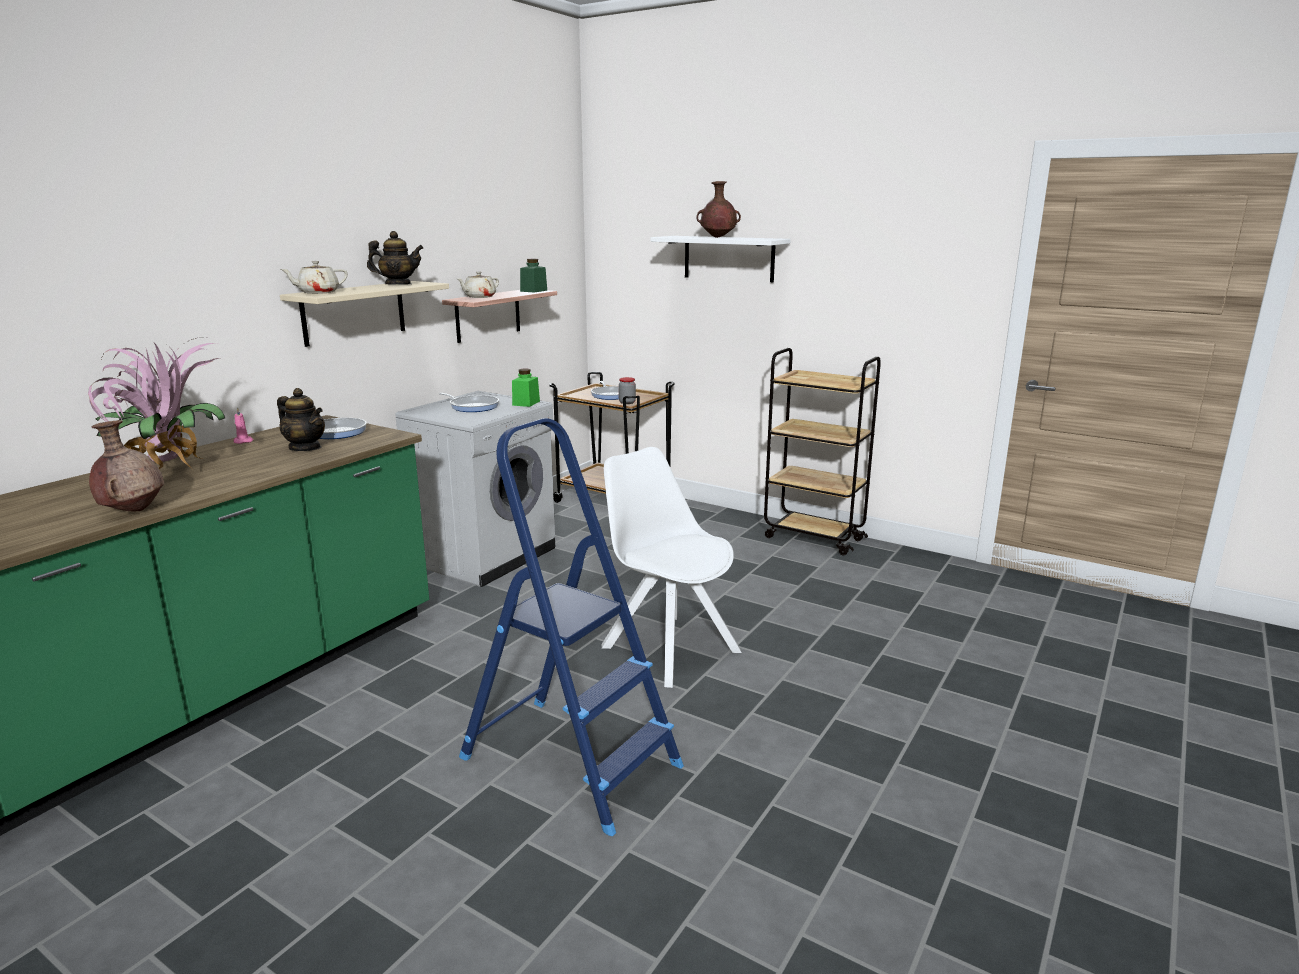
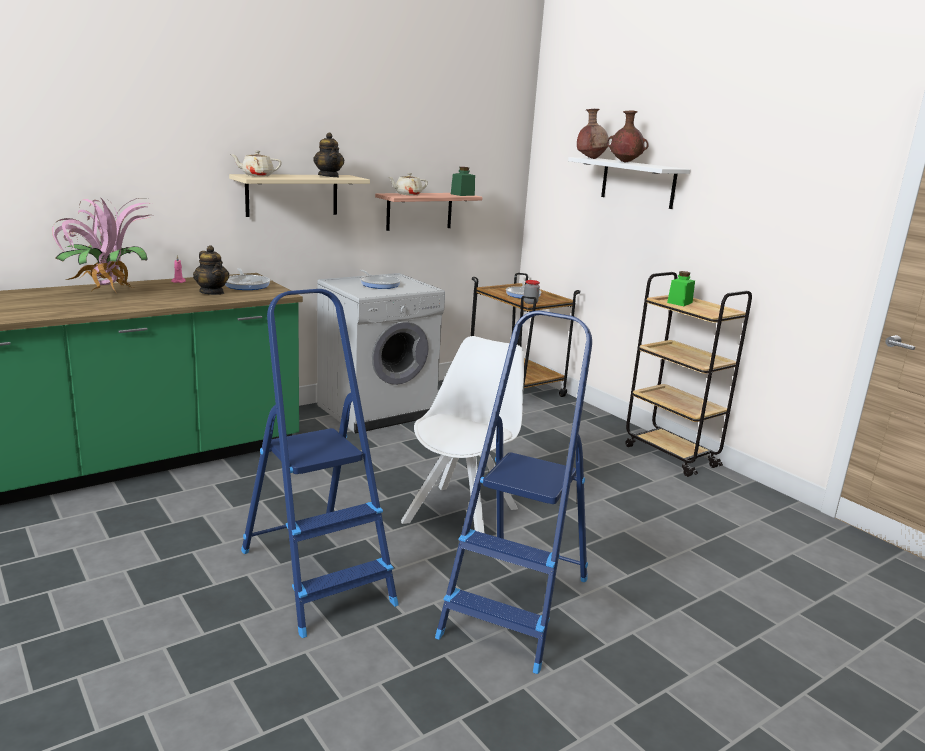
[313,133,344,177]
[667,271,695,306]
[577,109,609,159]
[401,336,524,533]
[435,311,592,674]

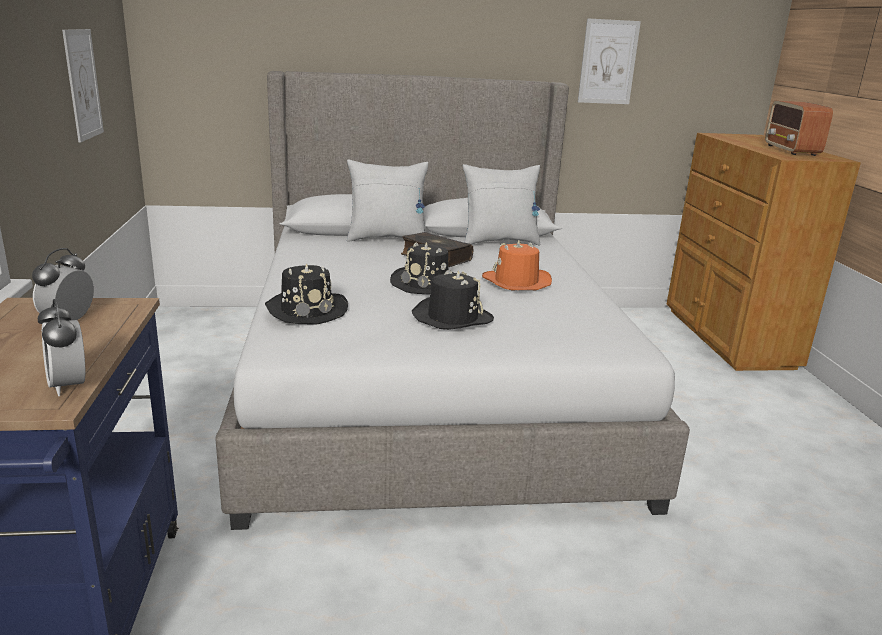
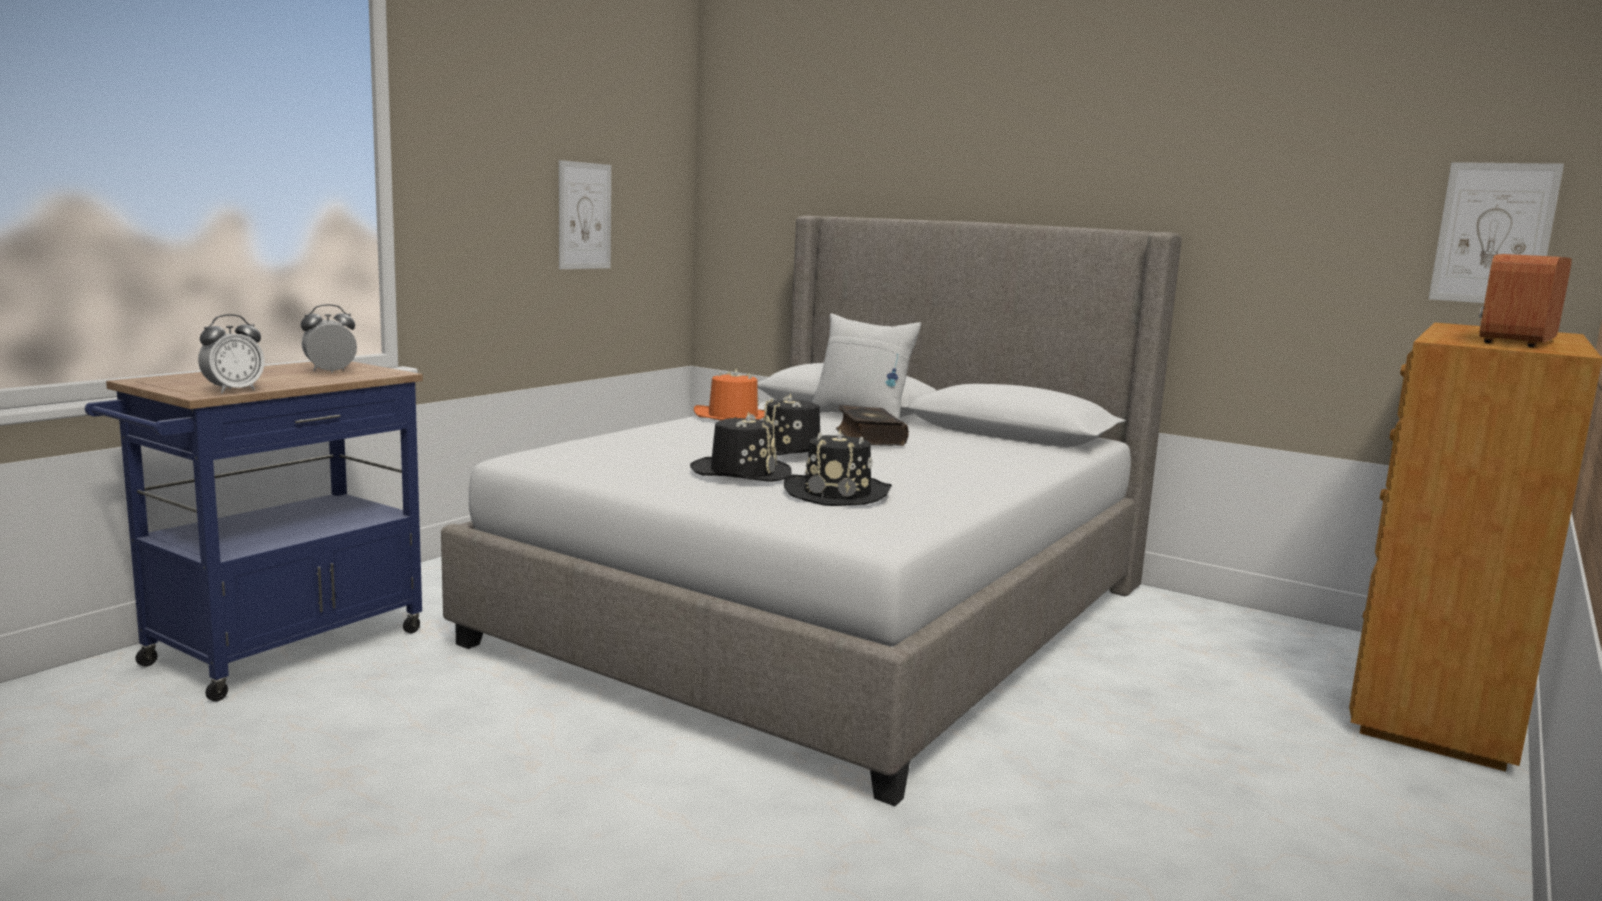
[1429,162,1564,303]
[463,164,540,245] (first image)
[694,369,766,420]
[784,430,892,506]
[198,314,265,393]

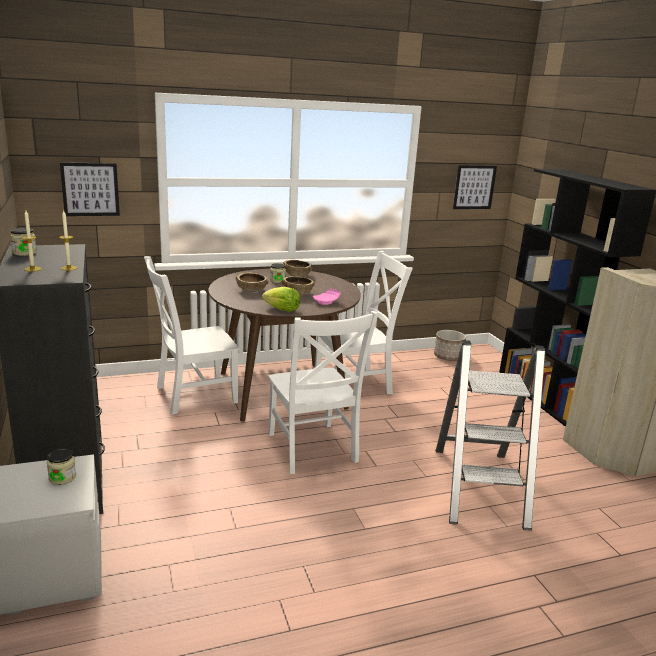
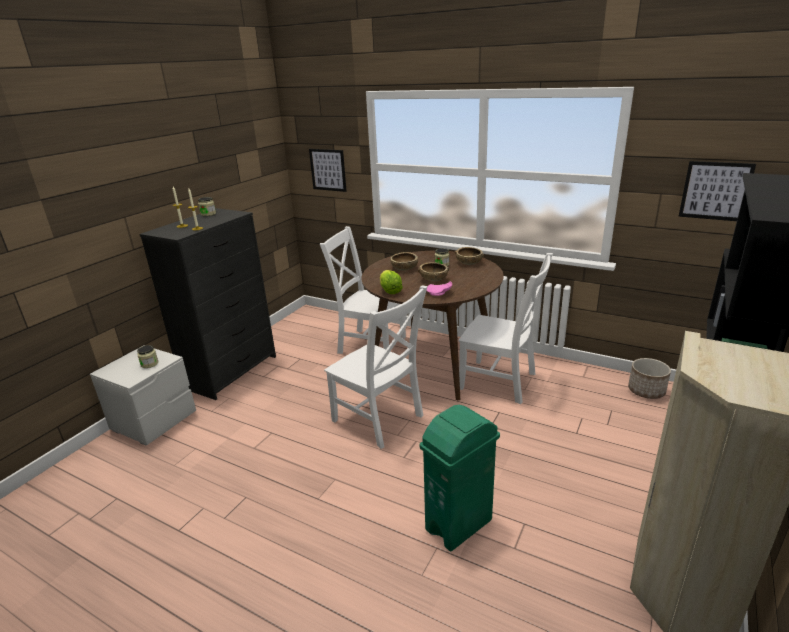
[324,286,428,449]
[420,405,500,551]

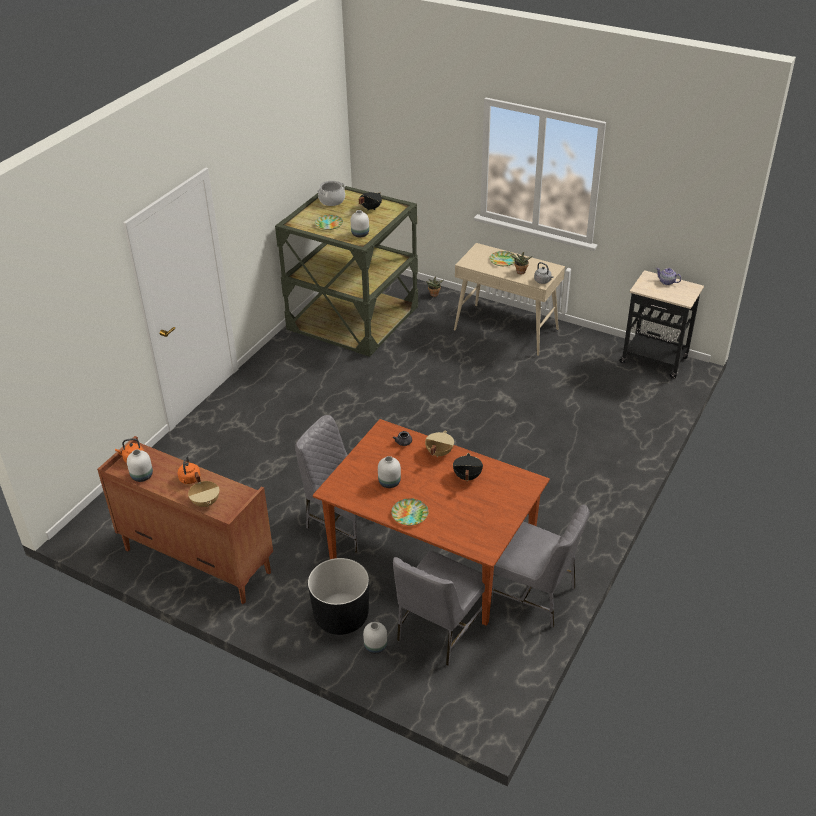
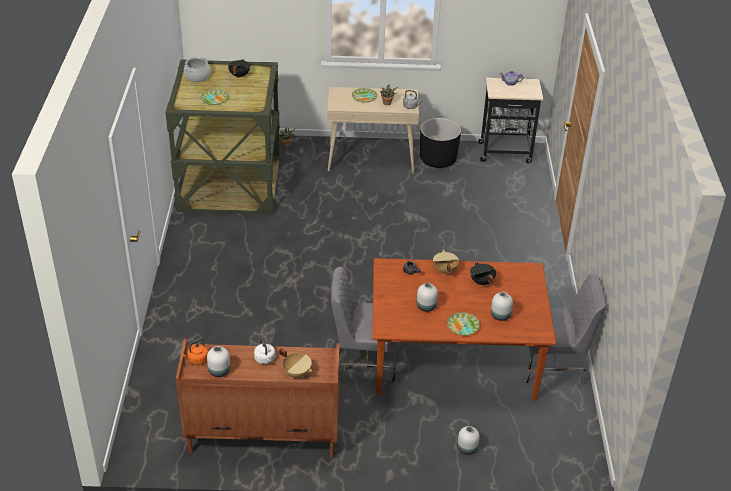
[491,292,513,321]
[254,338,275,364]
[393,551,485,666] (first image)
[420,118,461,168]

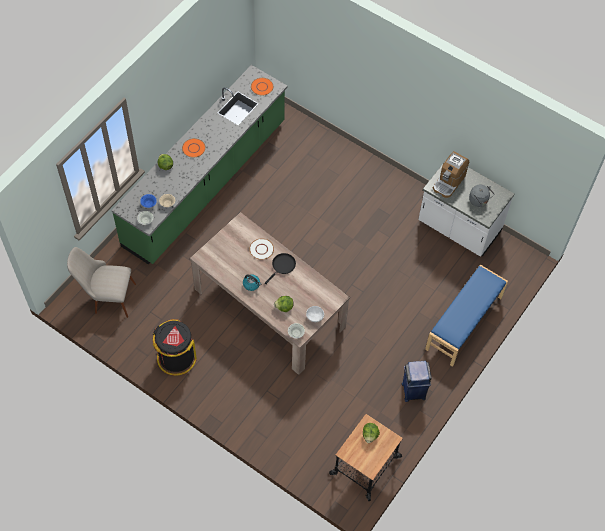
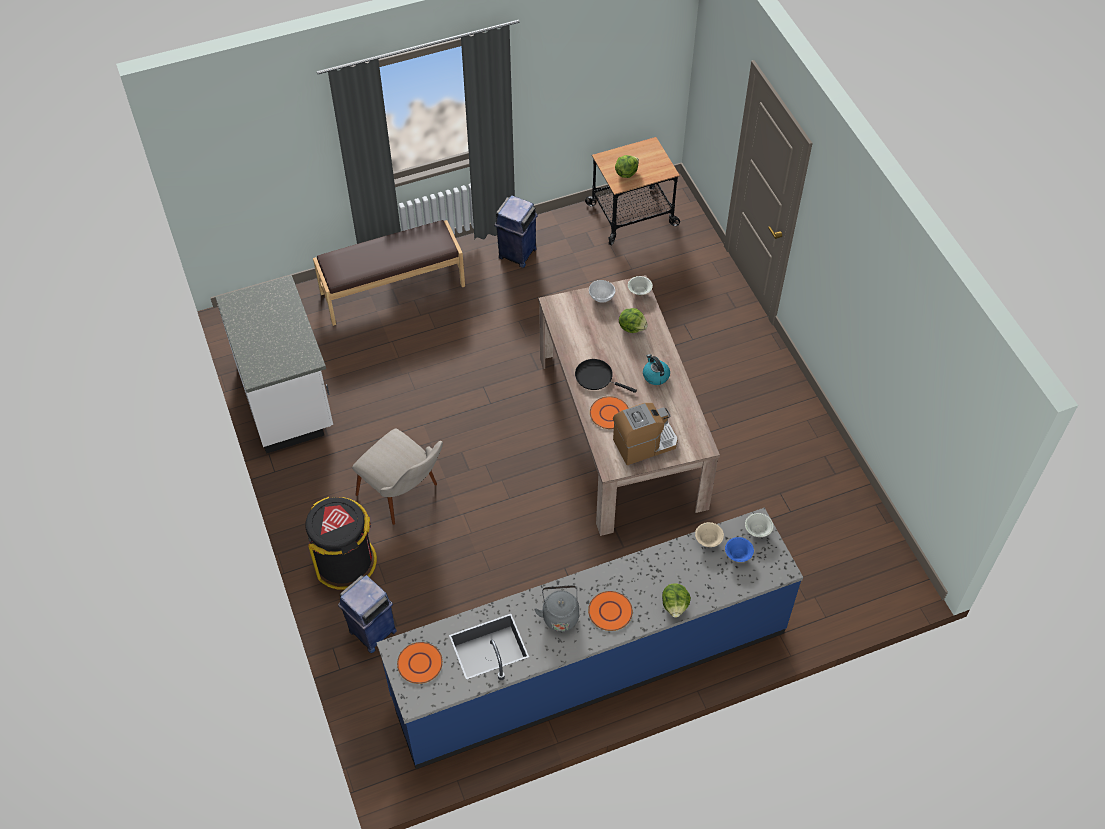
[376,507,803,769]
[613,403,678,465]
[534,585,579,632]
[590,396,629,429]
[352,429,443,525]
[575,359,637,393]
[313,220,465,326]
[306,497,377,590]
[338,575,397,653]

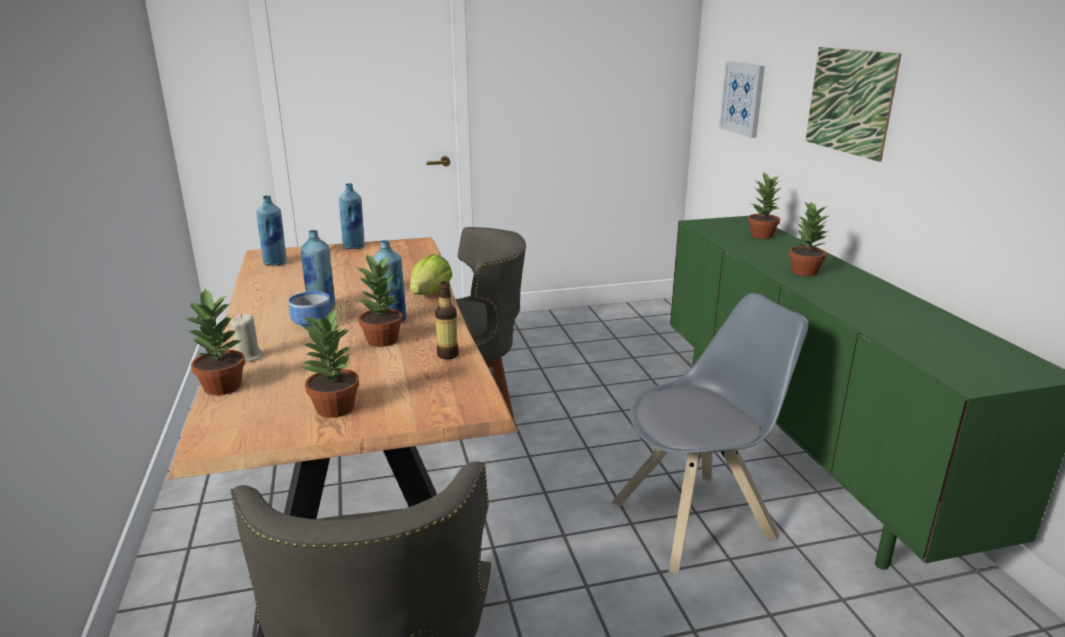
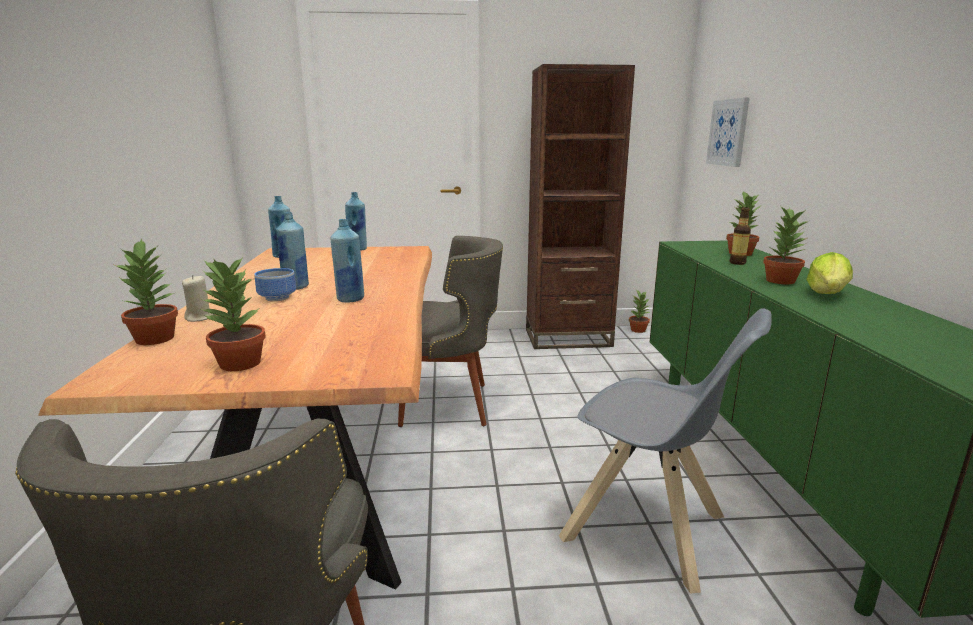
[805,47,901,162] (first image)
[629,289,650,333]
[806,252,853,294]
[730,207,751,265]
[559,308,772,594]
[526,64,635,349]

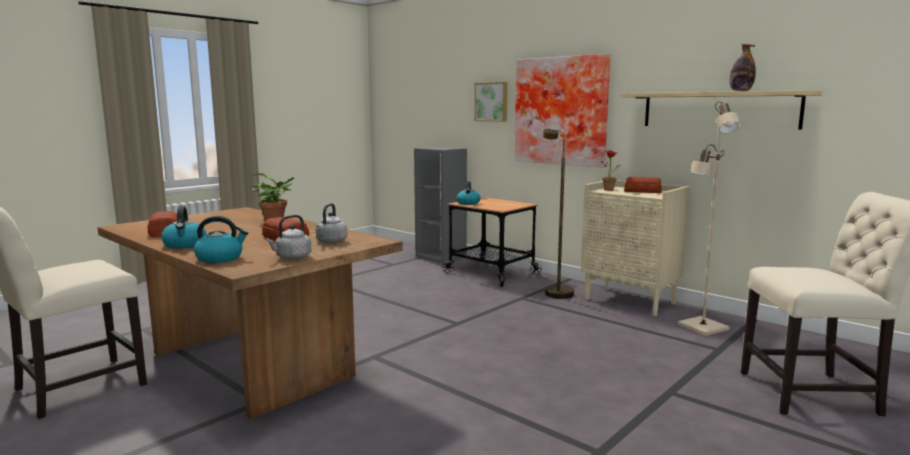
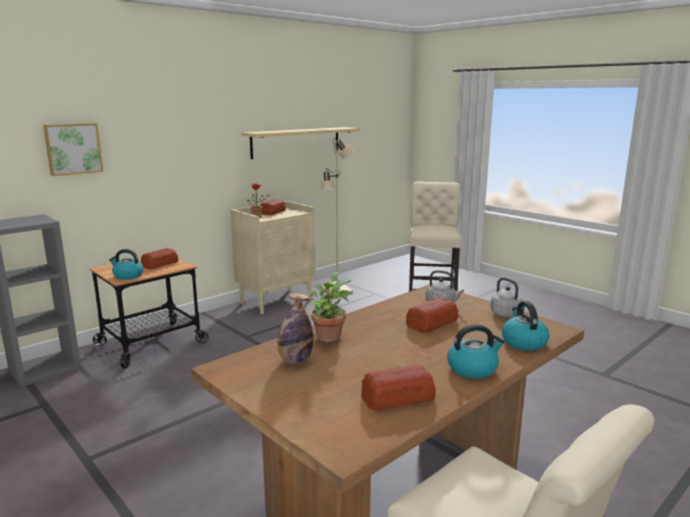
[278,293,313,364]
[514,53,610,167] (first image)
[543,129,574,299] (first image)
[140,248,178,269]

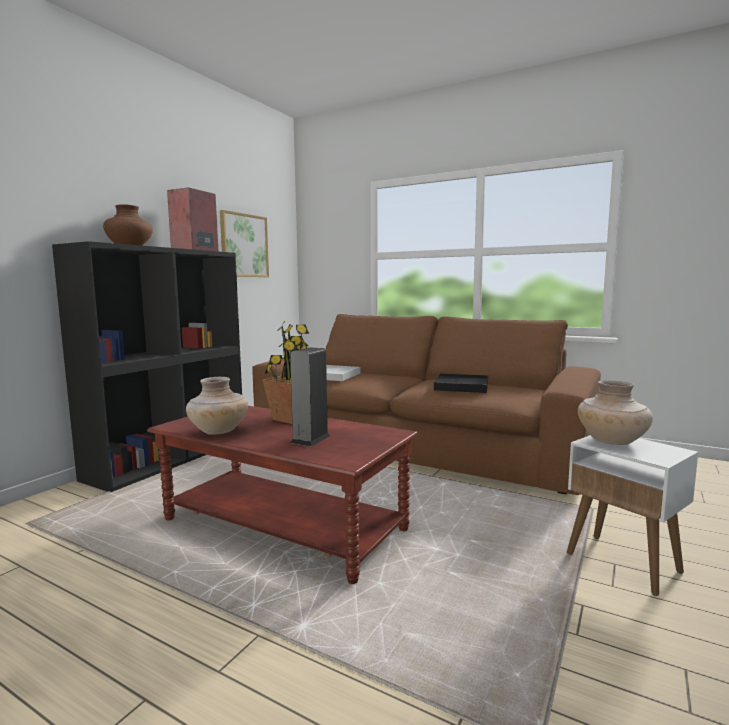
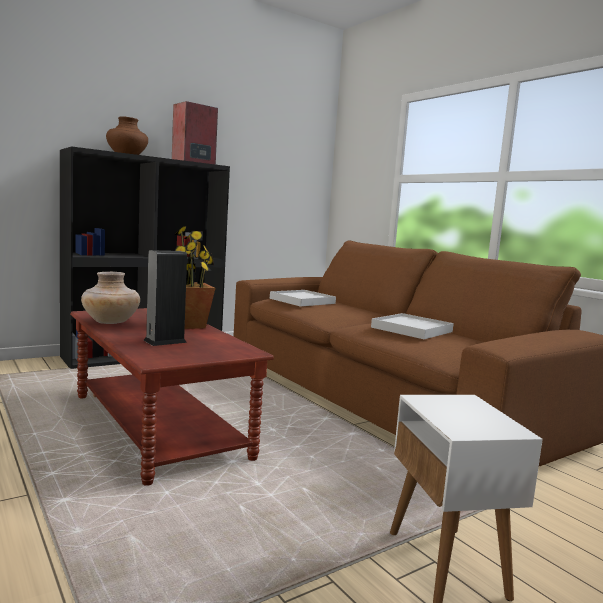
[220,210,269,277] (first image)
[371,313,454,339]
[578,380,653,445] (first image)

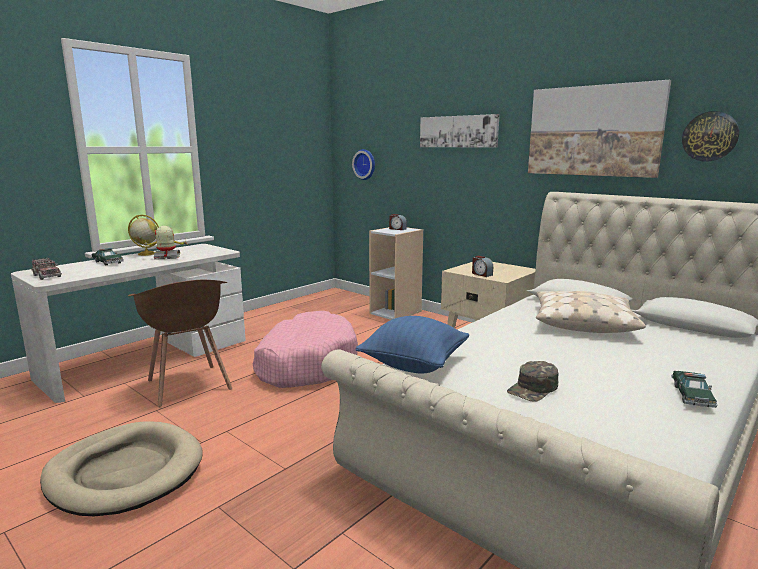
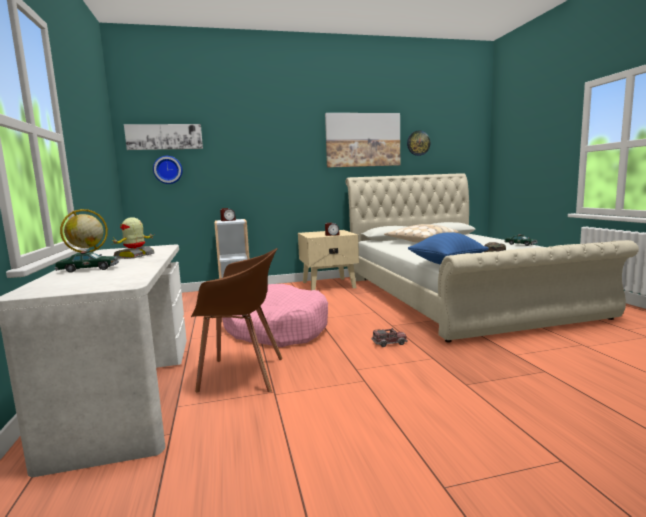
[124,124,203,150]
[371,328,407,347]
[40,421,203,516] (first image)

